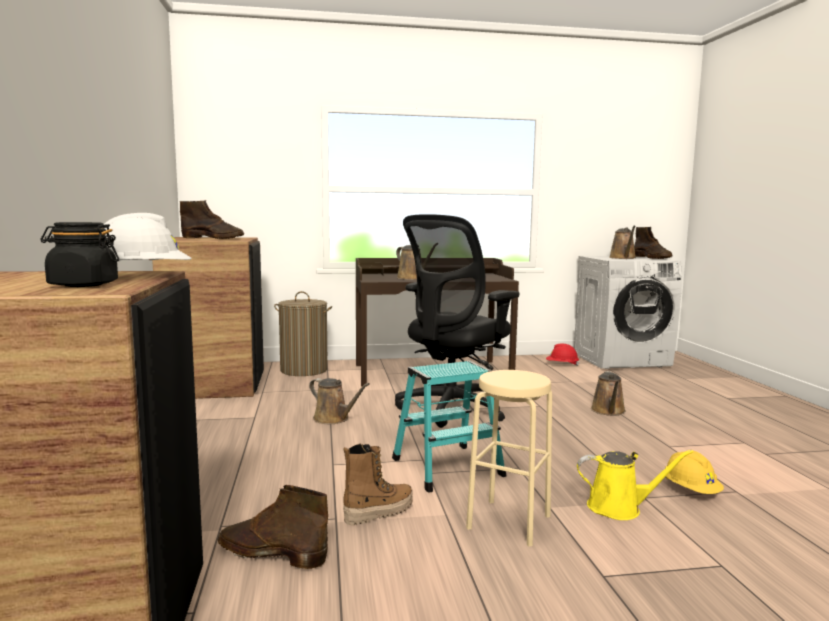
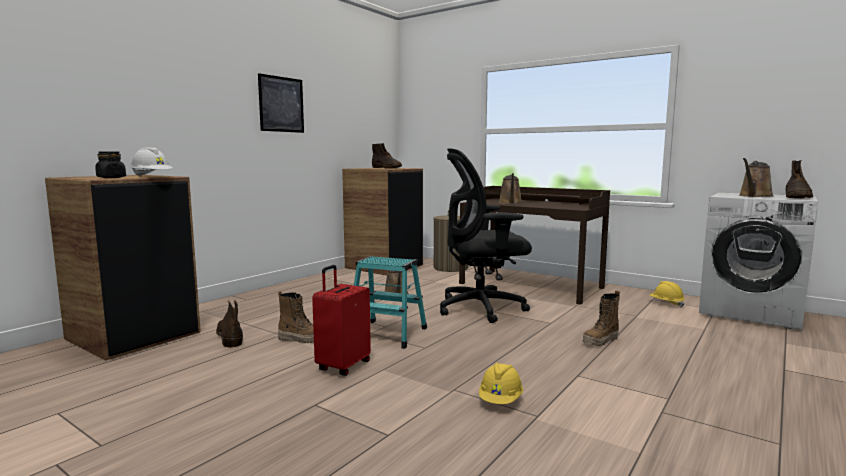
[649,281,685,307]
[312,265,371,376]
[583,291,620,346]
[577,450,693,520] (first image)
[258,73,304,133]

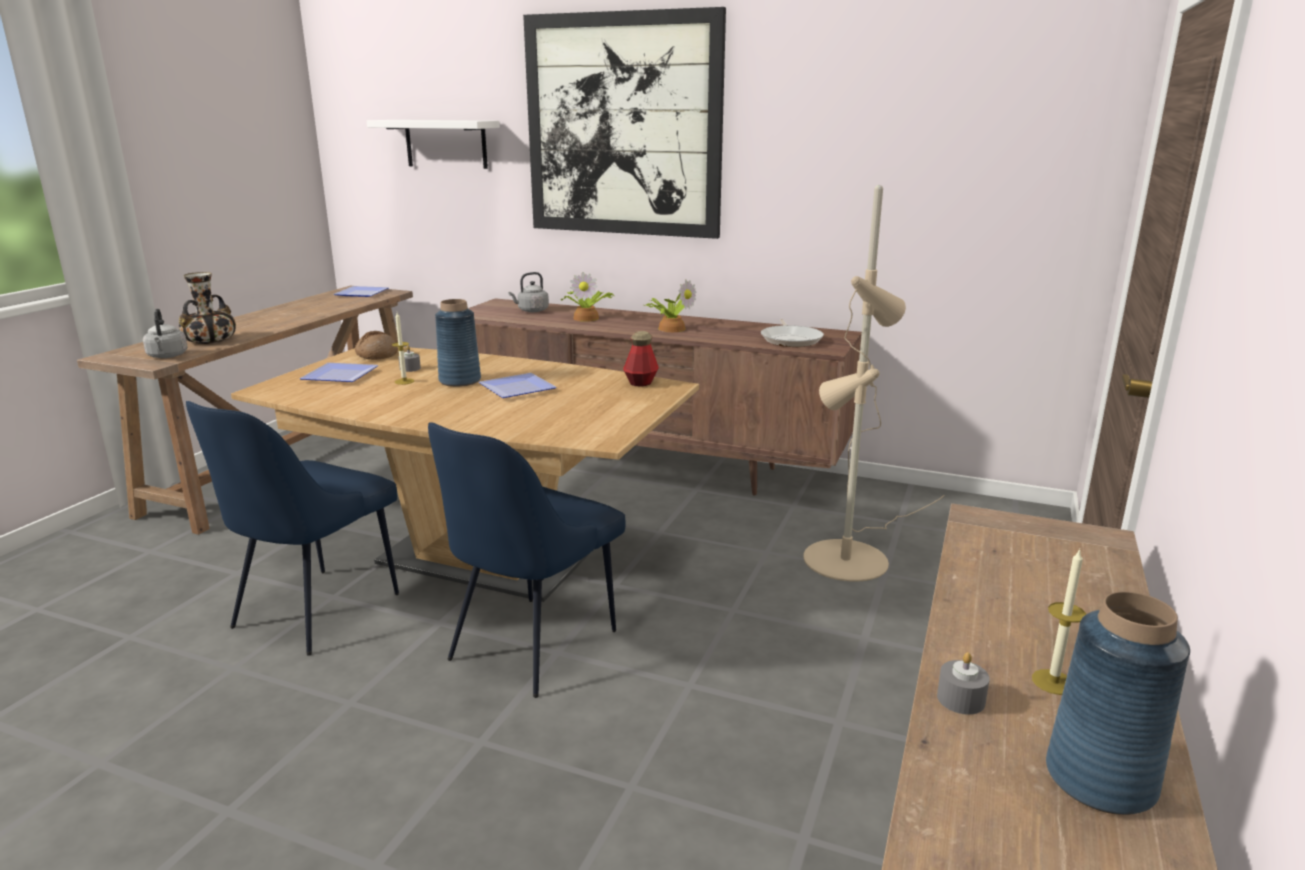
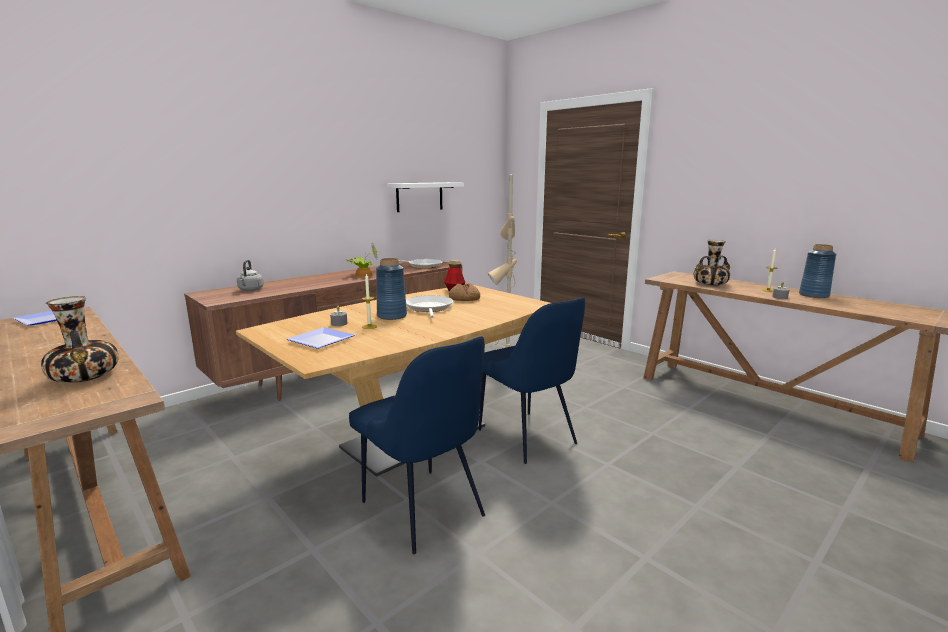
[523,7,726,239] (first image)
[387,182,464,212]
[561,272,614,322] (first image)
[143,309,188,358] (first image)
[449,283,480,301]
[406,295,453,318]
[693,240,730,286]

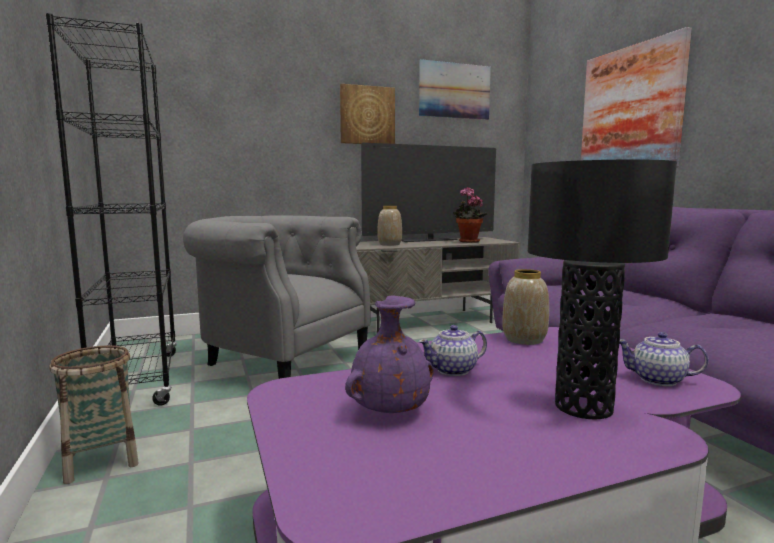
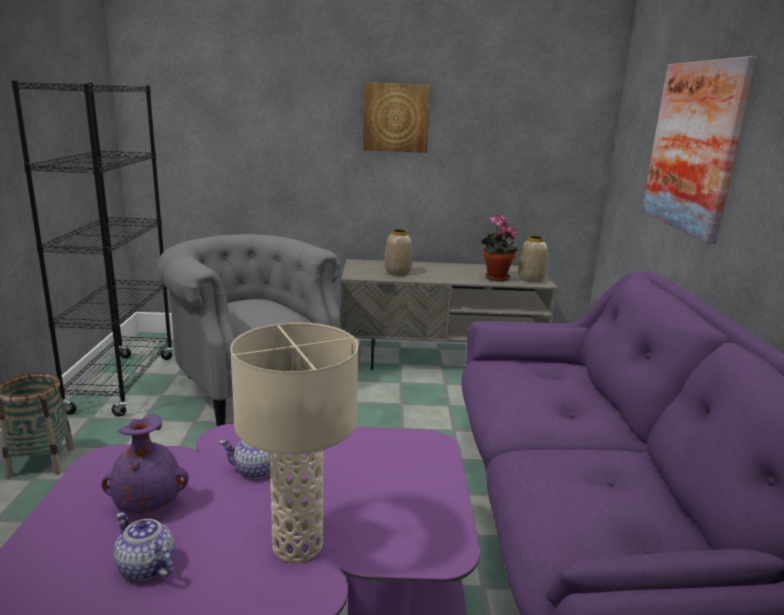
[419,59,491,120] (first image)
[361,143,496,242] (first image)
[230,322,358,563]
[518,235,548,283]
[114,512,174,580]

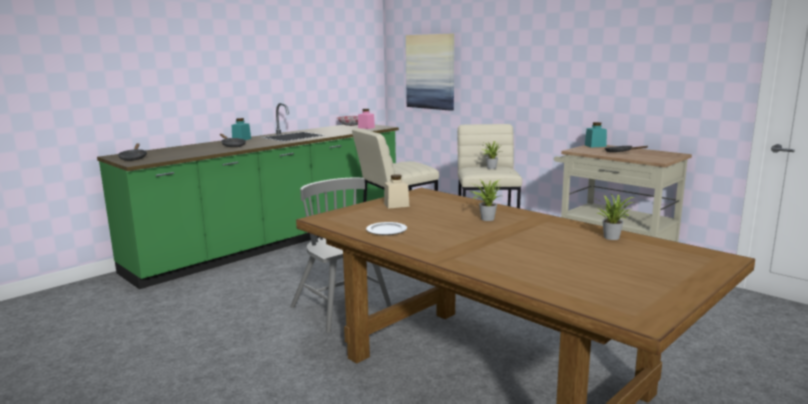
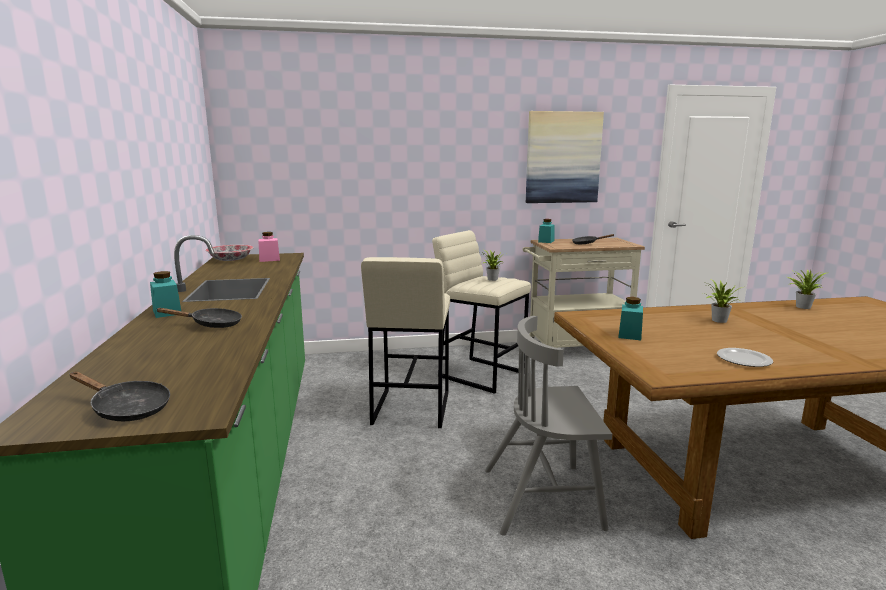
[526,111,604,203]
[618,297,643,340]

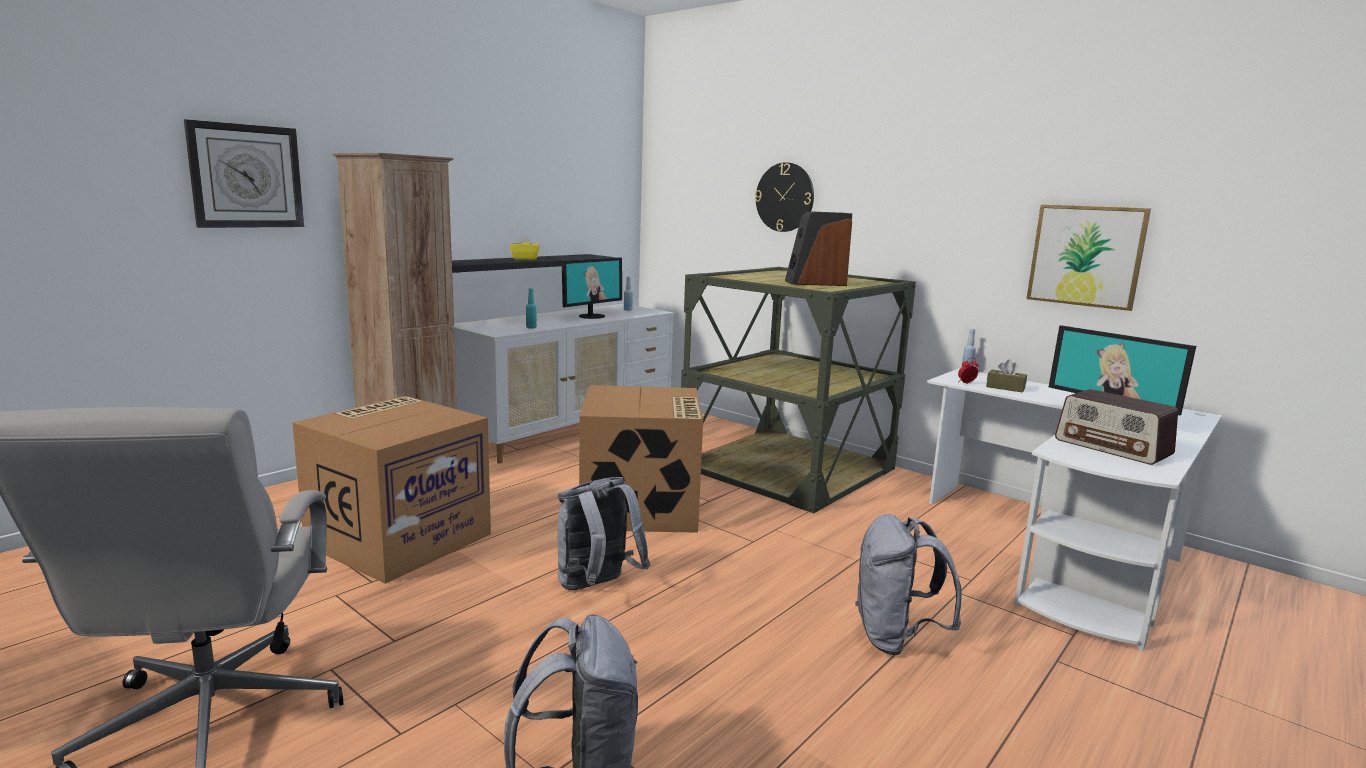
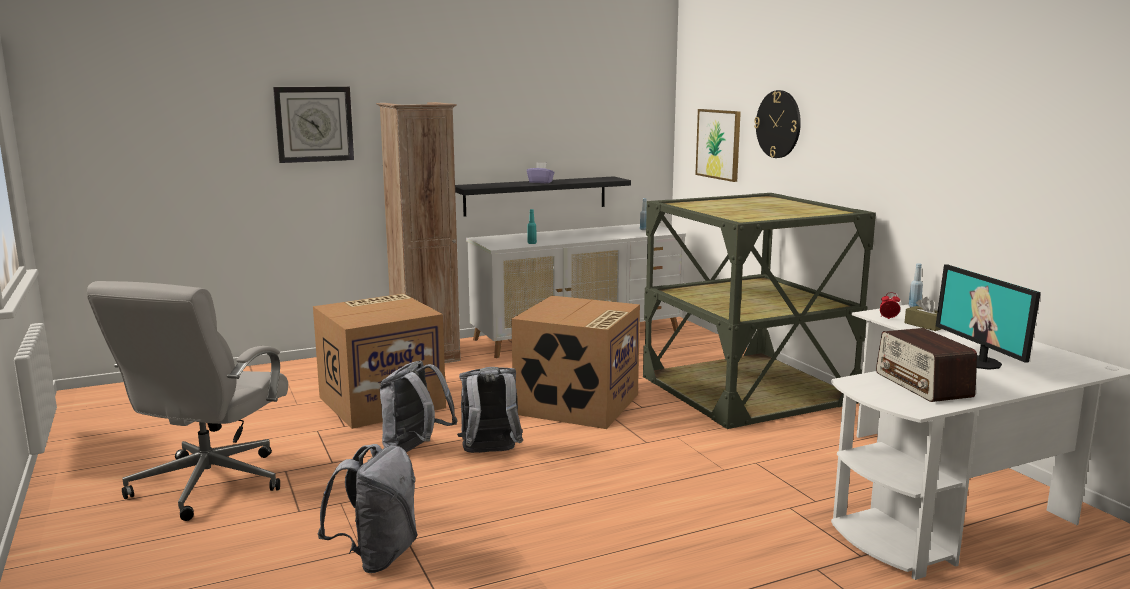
[695,109,741,182]
[785,211,852,286] (first image)
[527,163,555,183]
[562,257,622,319] (first image)
[380,361,457,452]

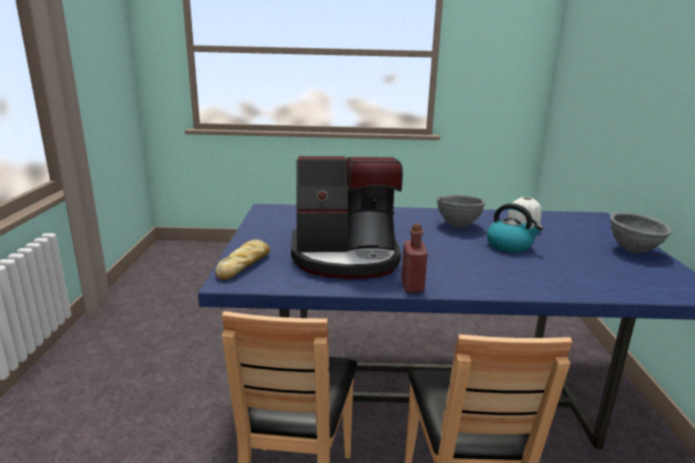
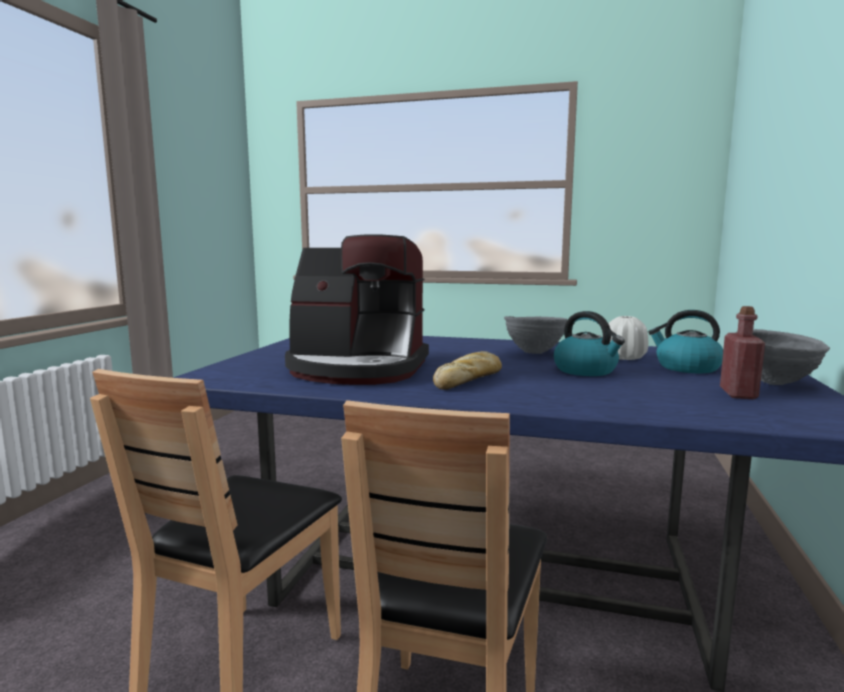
[720,306,765,399]
[433,351,502,390]
[648,310,723,373]

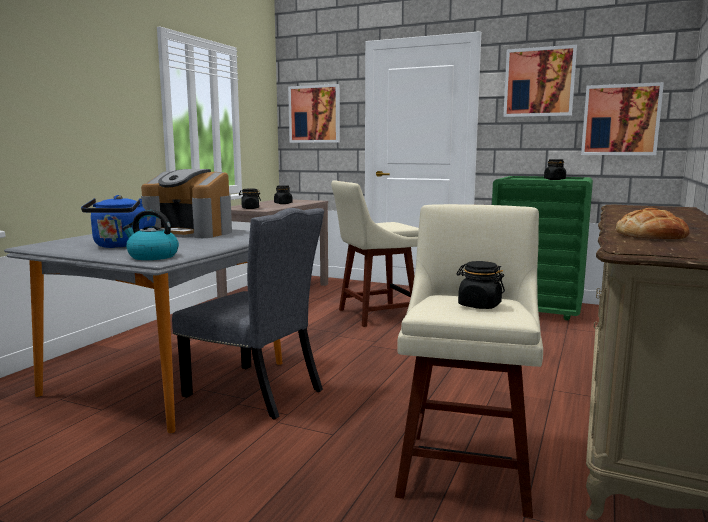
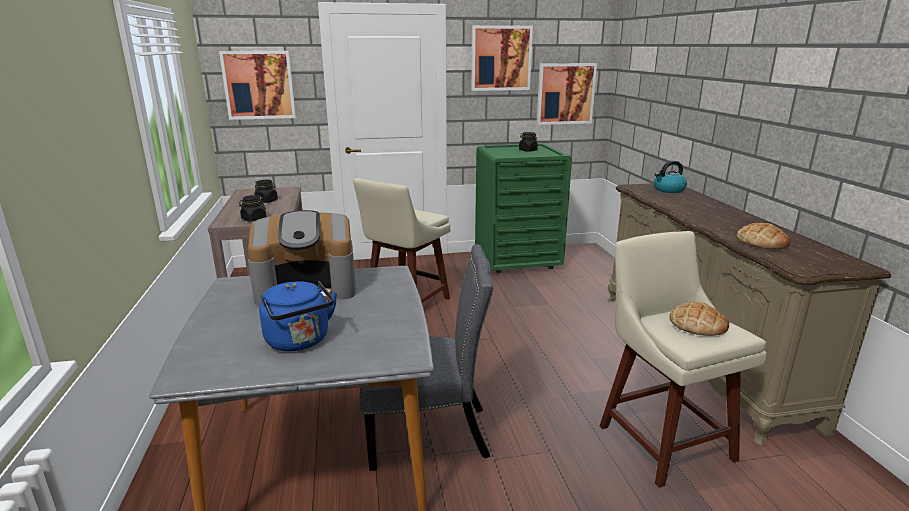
[654,161,687,193]
[669,302,729,336]

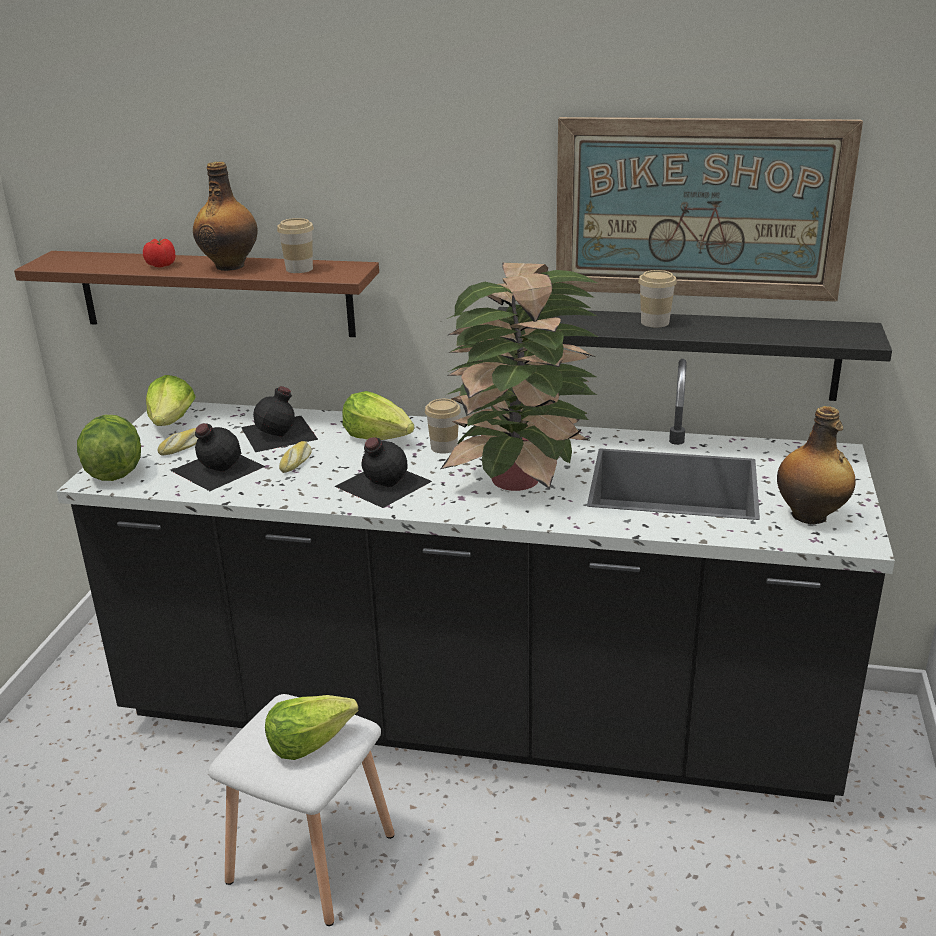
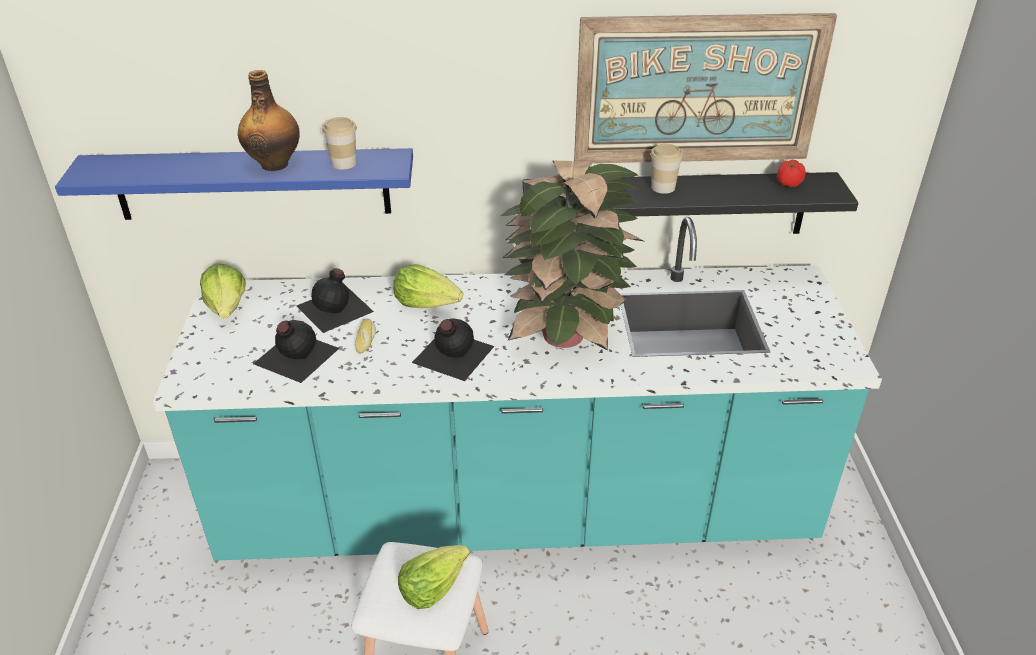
[777,160,806,187]
[55,148,413,220]
[153,217,882,561]
[425,399,461,454] (first image)
[777,406,855,524] (first image)
[77,415,141,481] (first image)
[158,428,198,456] (first image)

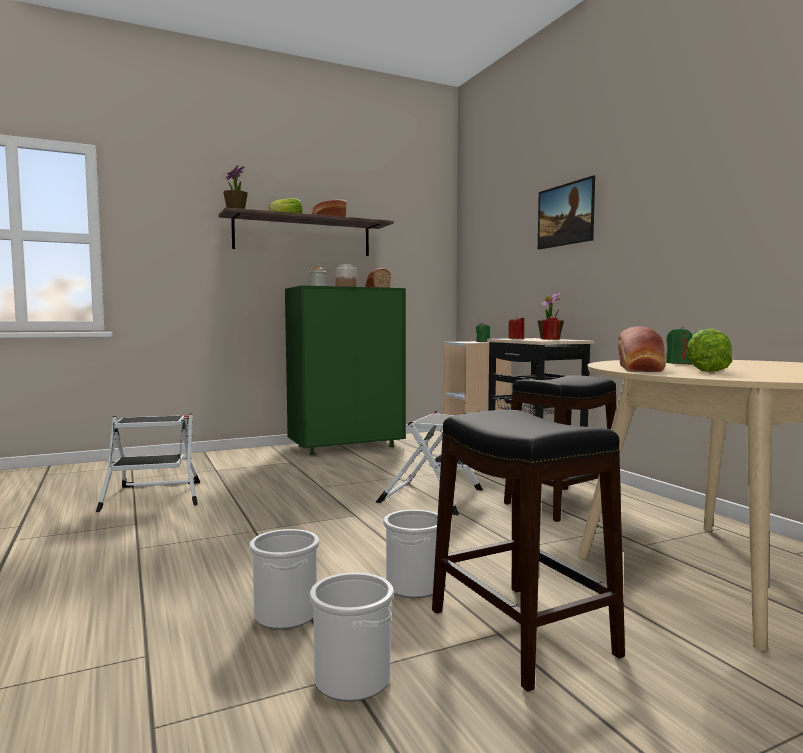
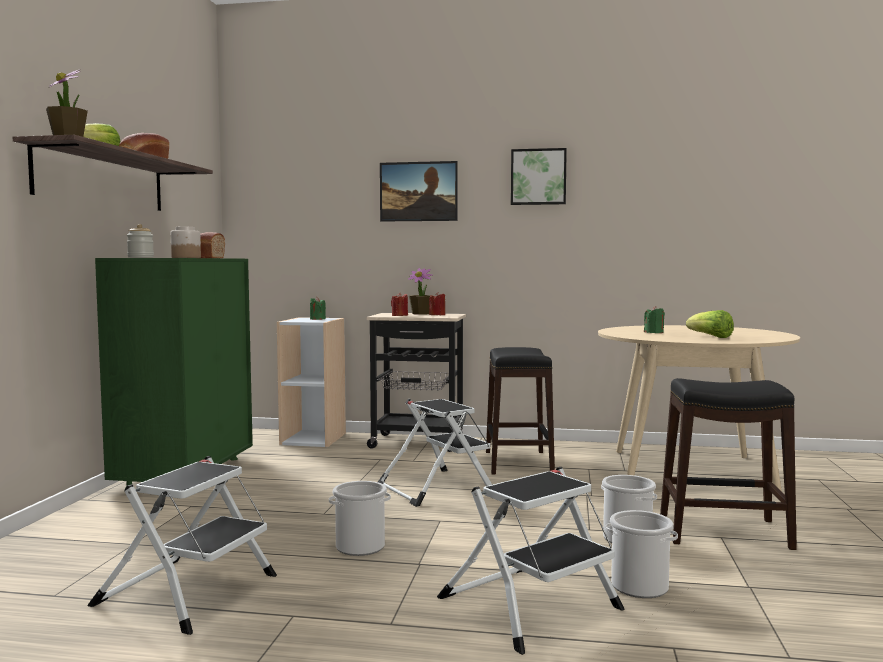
[618,326,665,372] (first image)
[329,481,391,556]
[511,148,567,205]
[437,467,624,655]

